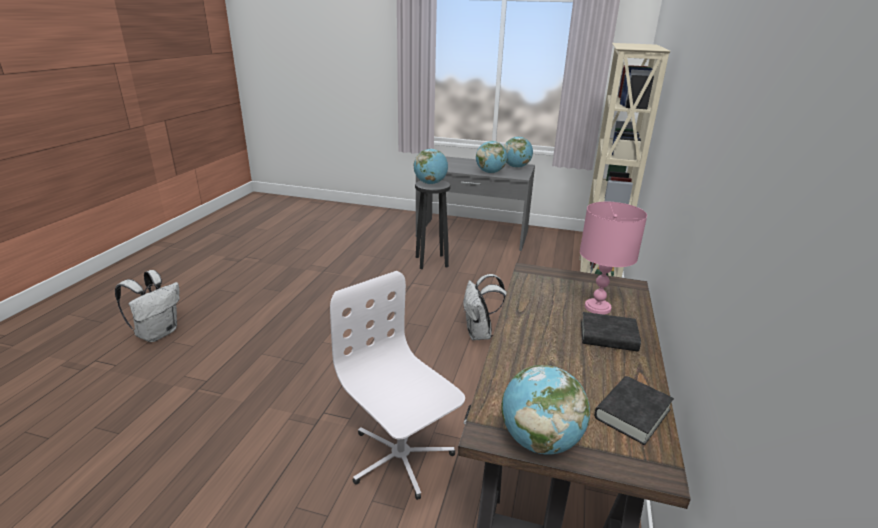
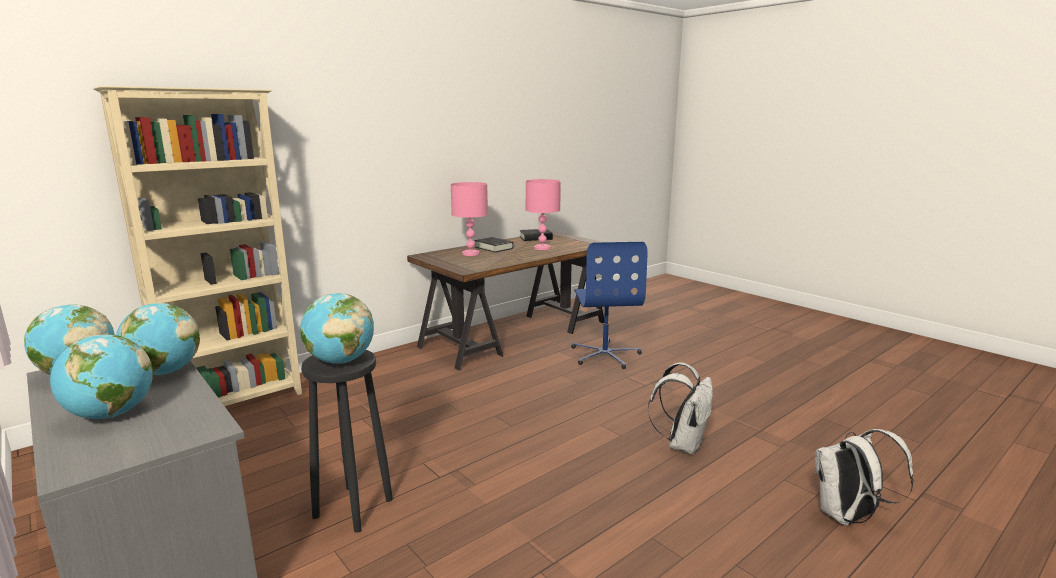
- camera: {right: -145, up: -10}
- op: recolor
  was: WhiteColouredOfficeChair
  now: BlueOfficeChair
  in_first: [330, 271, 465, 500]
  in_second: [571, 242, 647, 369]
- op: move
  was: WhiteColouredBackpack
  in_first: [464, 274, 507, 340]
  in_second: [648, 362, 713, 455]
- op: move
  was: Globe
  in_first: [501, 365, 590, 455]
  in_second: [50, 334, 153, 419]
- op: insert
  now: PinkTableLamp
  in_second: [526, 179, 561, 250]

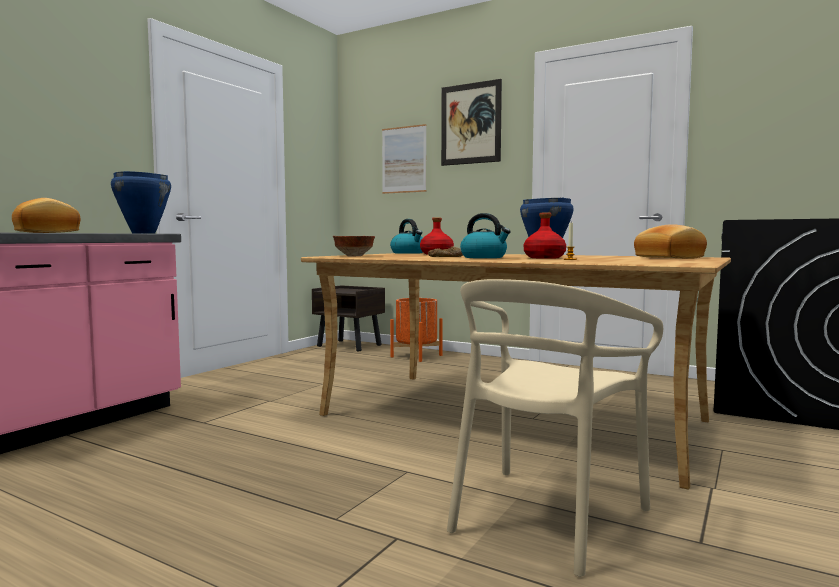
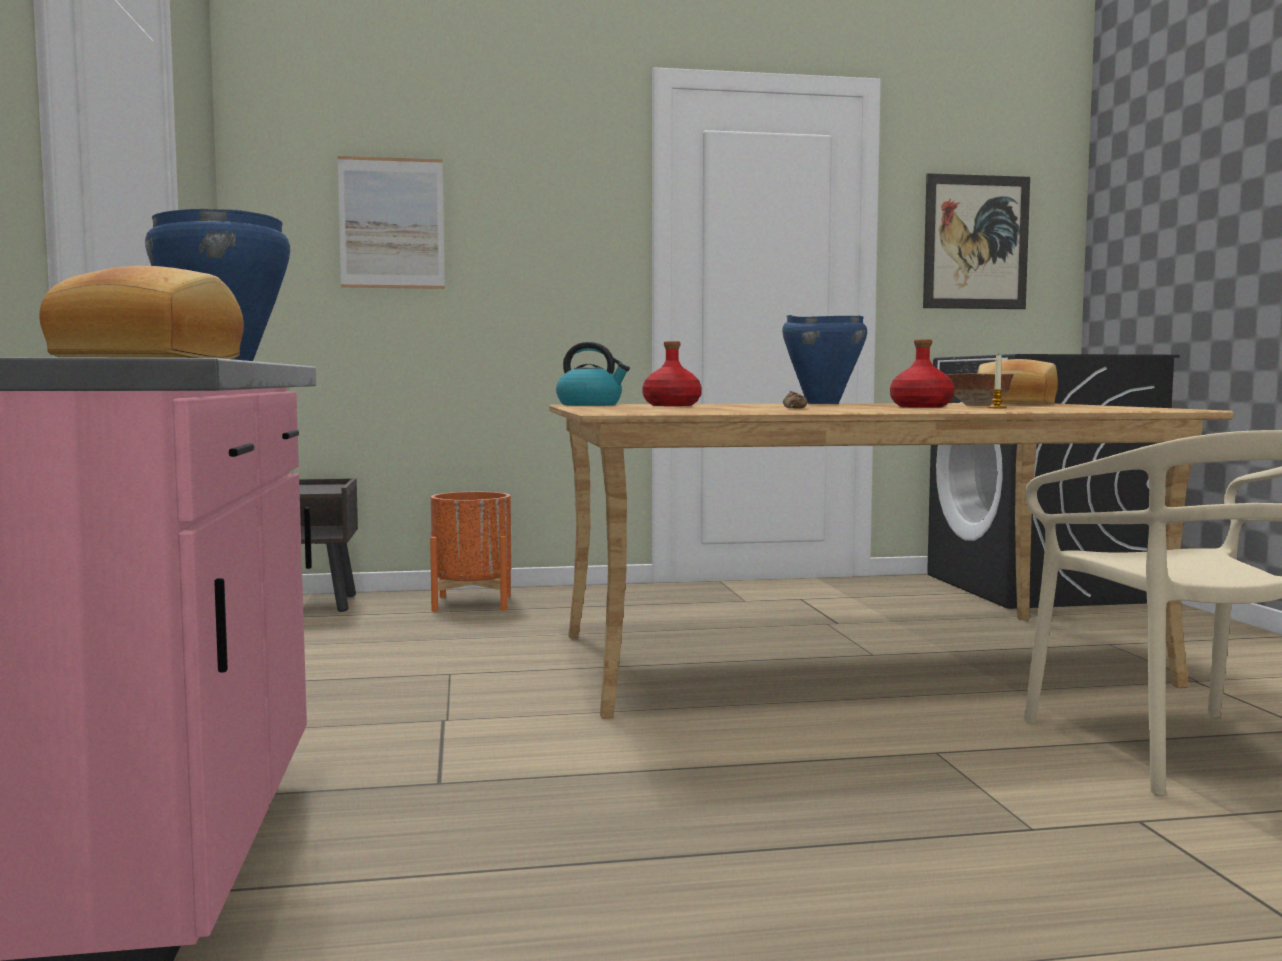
- camera: {right: -40, up: 0}
- op: move
  was: WallPicture
  in_first: [441, 79, 502, 166]
  in_second: [923, 173, 1030, 309]
- op: delete
  was: TeaKettle
  in_first: [460, 213, 511, 258]
- op: move
  was: Bowl
  in_first: [333, 236, 375, 256]
  in_second: [946, 373, 1014, 406]

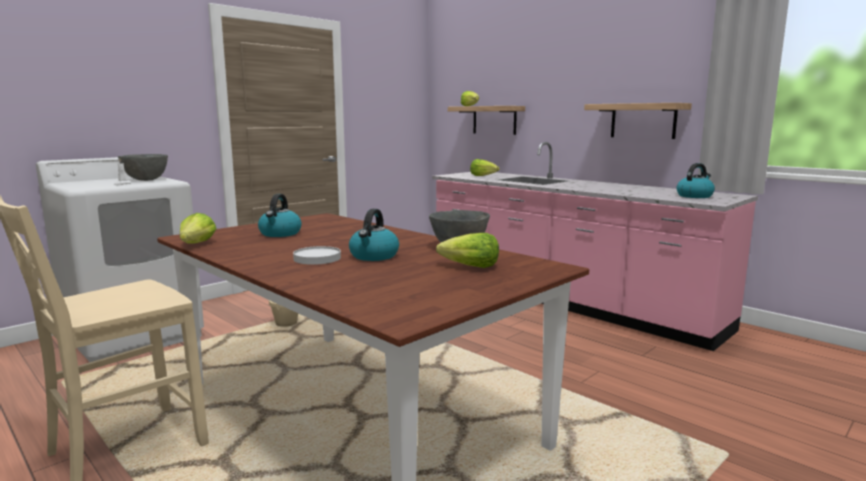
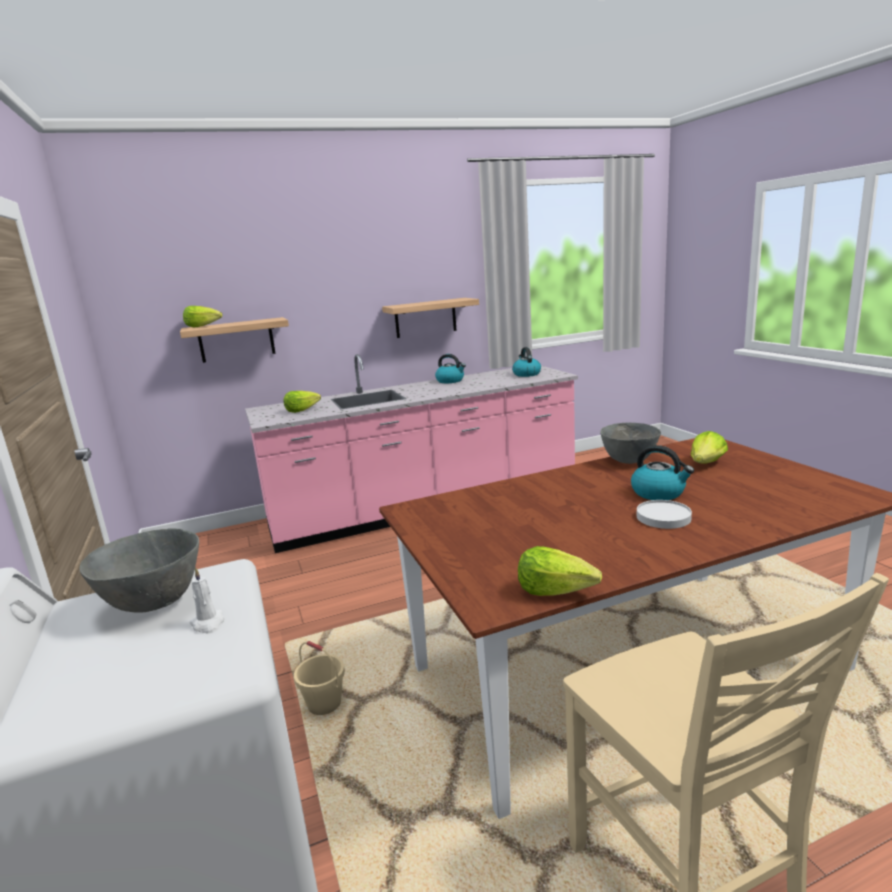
- camera: {right: -65, up: 5}
- op: move
  was: TeaKettle
  in_first: [258, 194, 302, 237]
  in_second: [435, 354, 466, 383]

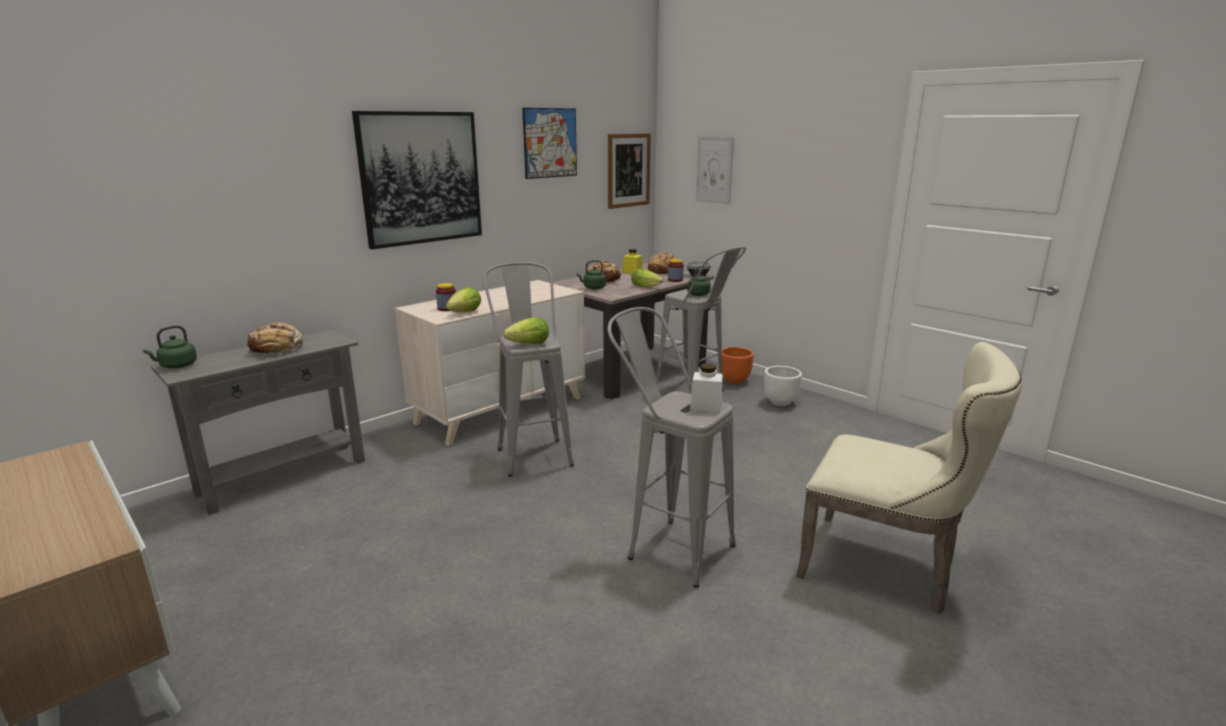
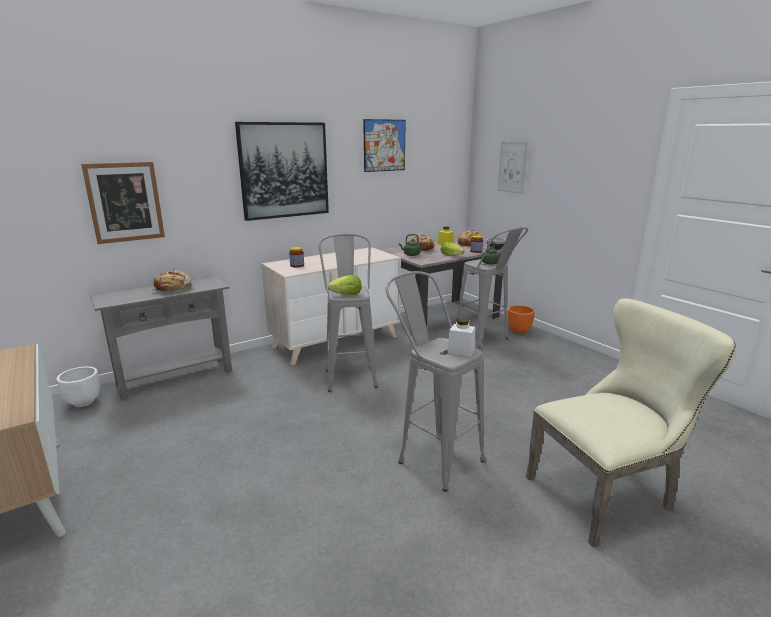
- camera: {right: 10, up: 0}
- op: move
  was: WallPicture
  in_first: [608, 133, 651, 209]
  in_second: [81, 162, 165, 244]
- op: delete
  was: HeadOfLettuce
  in_first: [446, 287, 481, 312]
- op: delete
  was: GreenColouredTeaKettle
  in_first: [143, 325, 197, 368]
- op: rotate
  was: SandColouredPlainChair
  in_first: [796, 342, 1022, 614]
  in_second: [526, 298, 736, 547]
  clockwise: -60
- op: move
  was: WhiteColouredPlanter
  in_first: [764, 366, 802, 406]
  in_second: [57, 366, 100, 407]

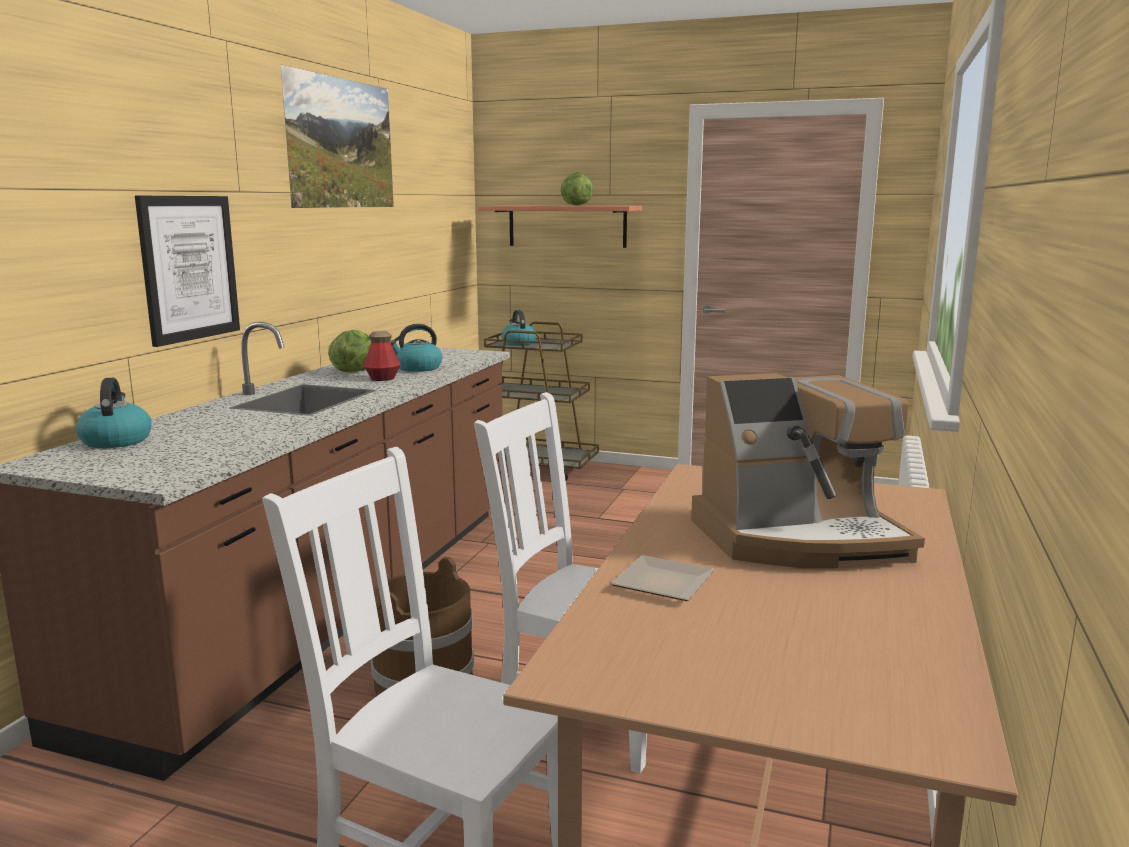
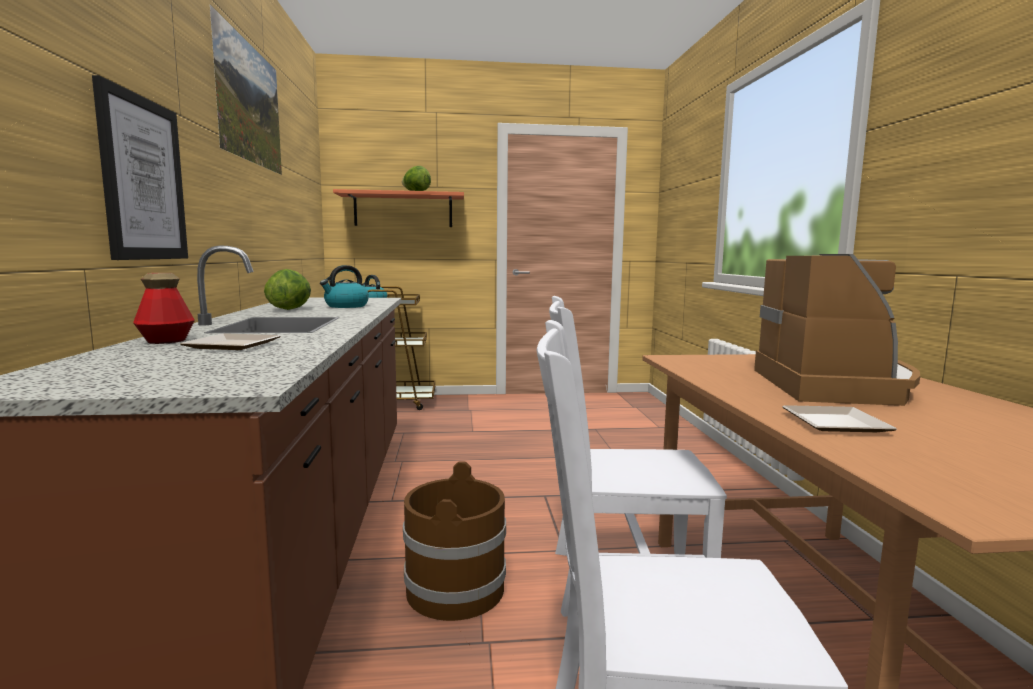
- camera: {right: -25, up: -5}
- op: move
  was: DrinkBottle
  in_first: [363, 331, 401, 381]
  in_second: [133, 273, 195, 344]
- op: rotate
  was: CoffeeMachine
  in_first: [691, 373, 925, 568]
  in_second: [754, 254, 920, 406]
  clockwise: -45
- op: delete
  was: TeaKettle
  in_first: [76, 378, 152, 448]
- op: insert
  now: DinnerPlate
  in_second: [180, 333, 281, 350]

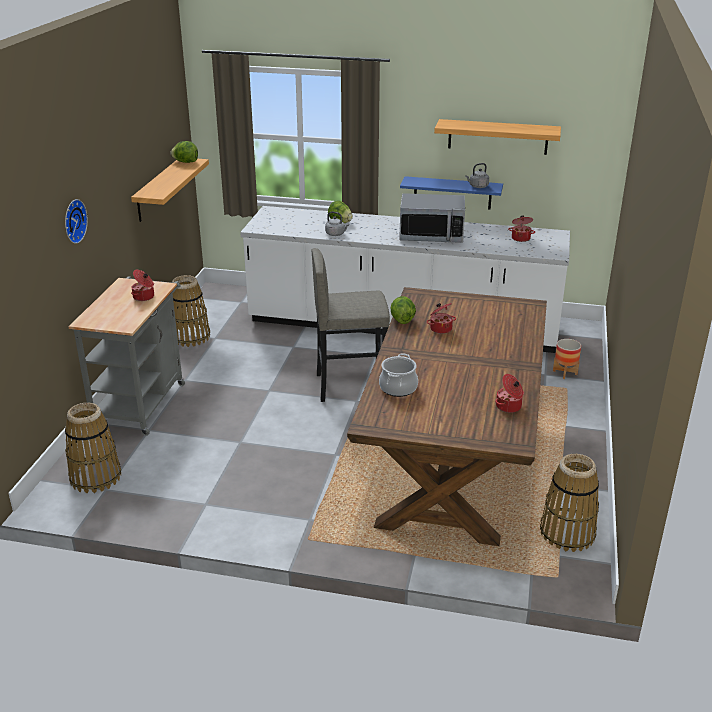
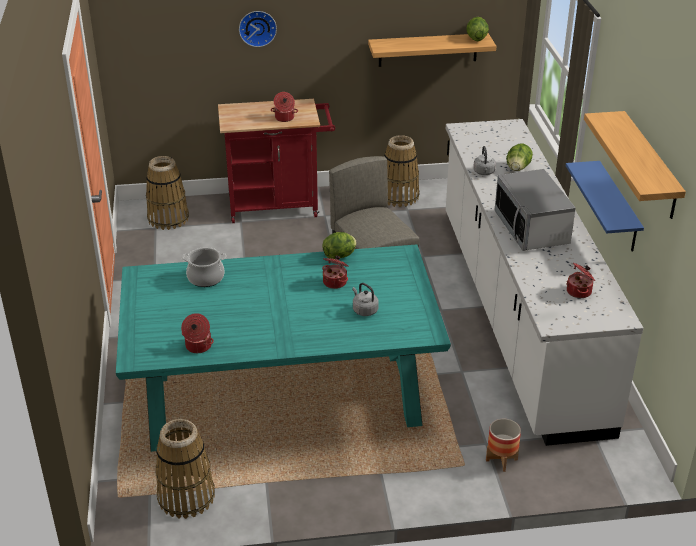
- camera: {right: 70, up: 5}
- op: move
  was: GreyishTeaKettle
  in_first: [465, 163, 489, 188]
  in_second: [352, 283, 379, 316]
- op: recolor
  was: GreyishCart
  now: ReddishCart
  in_first: [69, 276, 185, 436]
  in_second: [218, 99, 335, 223]
- op: recolor
  was: BrownColouredKitchenTable
  now: TurquoiseKitchenTable
  in_first: [347, 287, 547, 546]
  in_second: [116, 244, 451, 452]

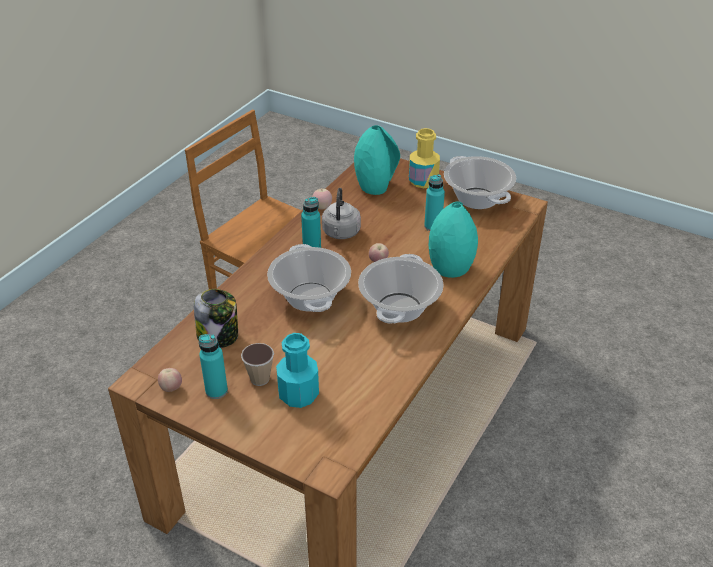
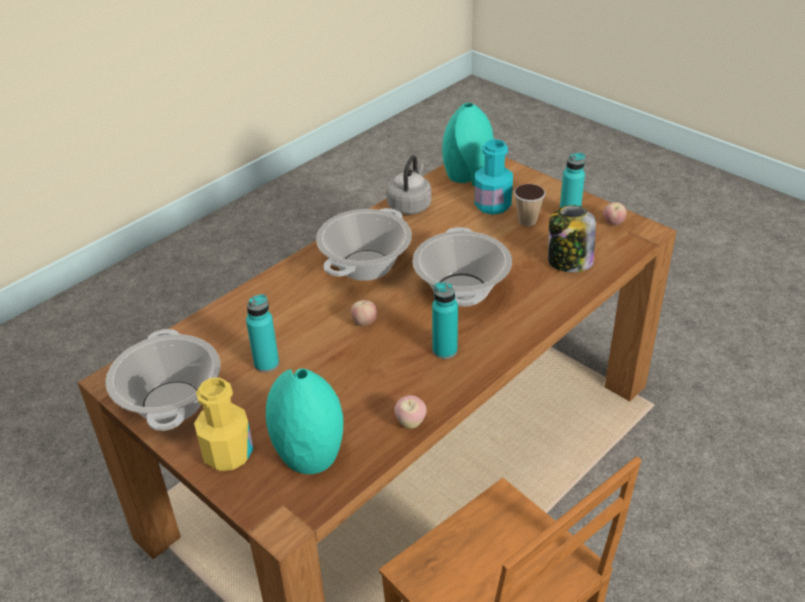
- camera: {right: -165, up: 0}
- op: move
  was: GreyishTeaKettle
  in_first: [322, 188, 361, 239]
  in_second: [386, 155, 432, 215]
- op: move
  was: TurquoiseFlowerVase
  in_first: [429, 201, 478, 278]
  in_second: [442, 103, 494, 186]

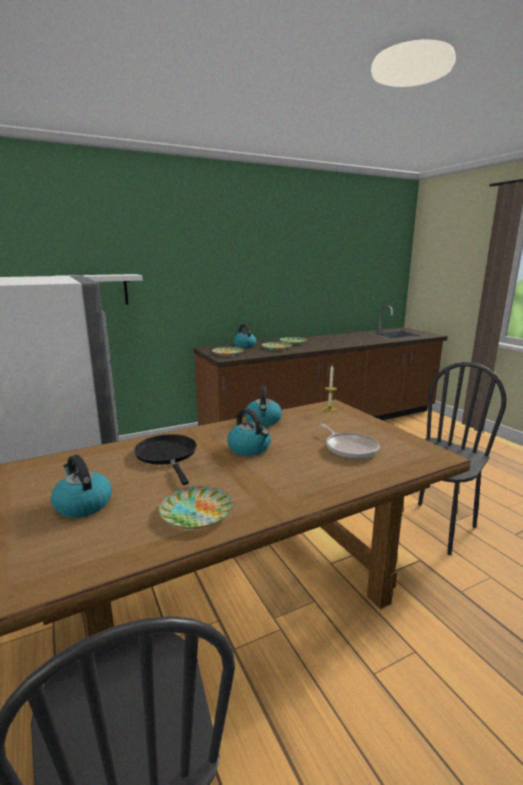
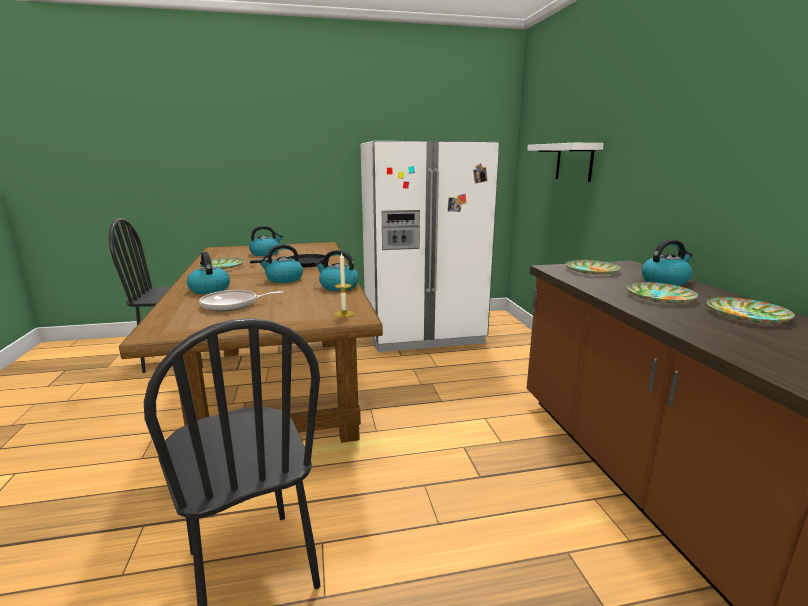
- camera: {right: 105, up: 0}
- op: insert
  now: TeaKettle
  in_second: [187, 252, 230, 294]

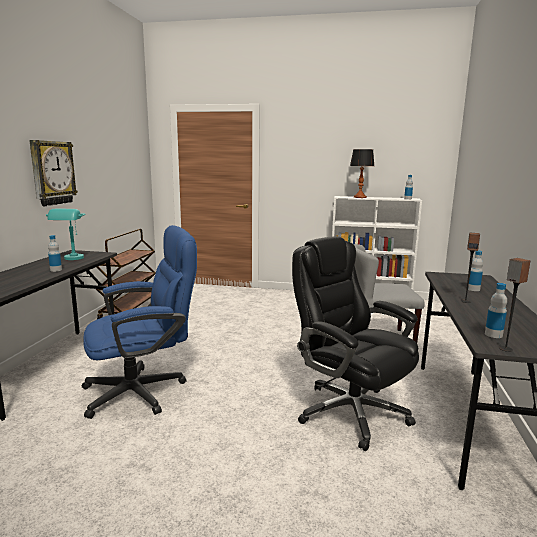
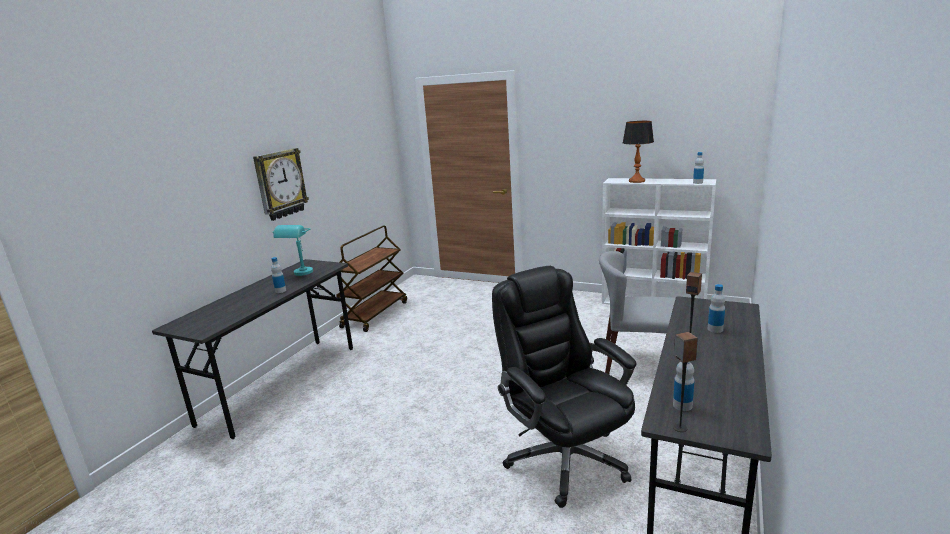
- camera: {right: 15, up: 5}
- op: delete
  was: BlueOfficeChair
  in_first: [82, 225, 197, 419]

